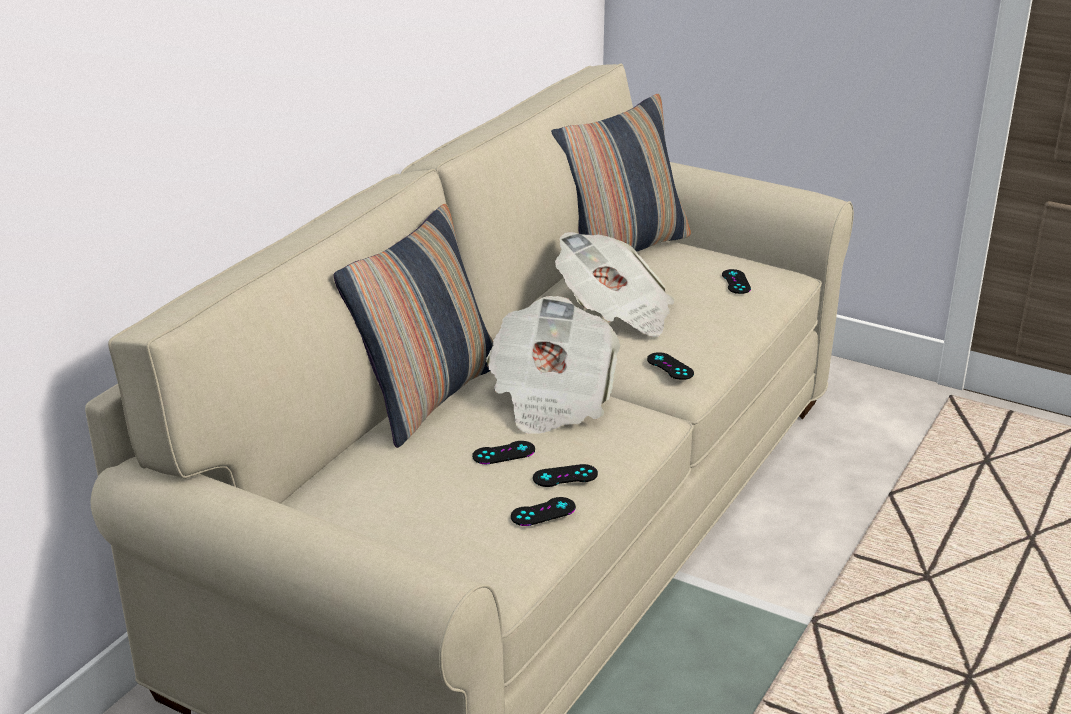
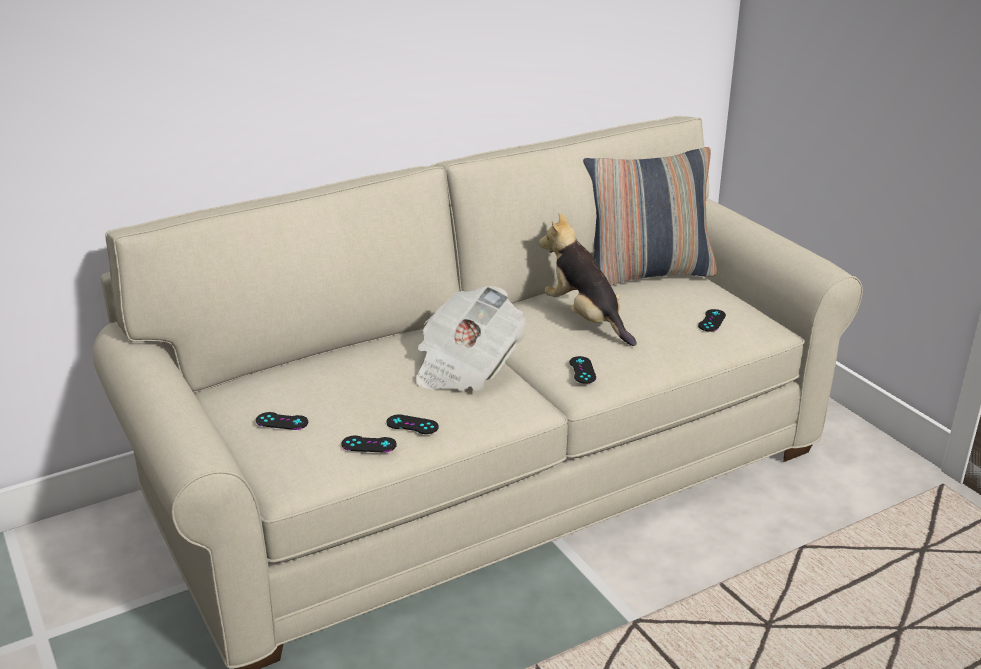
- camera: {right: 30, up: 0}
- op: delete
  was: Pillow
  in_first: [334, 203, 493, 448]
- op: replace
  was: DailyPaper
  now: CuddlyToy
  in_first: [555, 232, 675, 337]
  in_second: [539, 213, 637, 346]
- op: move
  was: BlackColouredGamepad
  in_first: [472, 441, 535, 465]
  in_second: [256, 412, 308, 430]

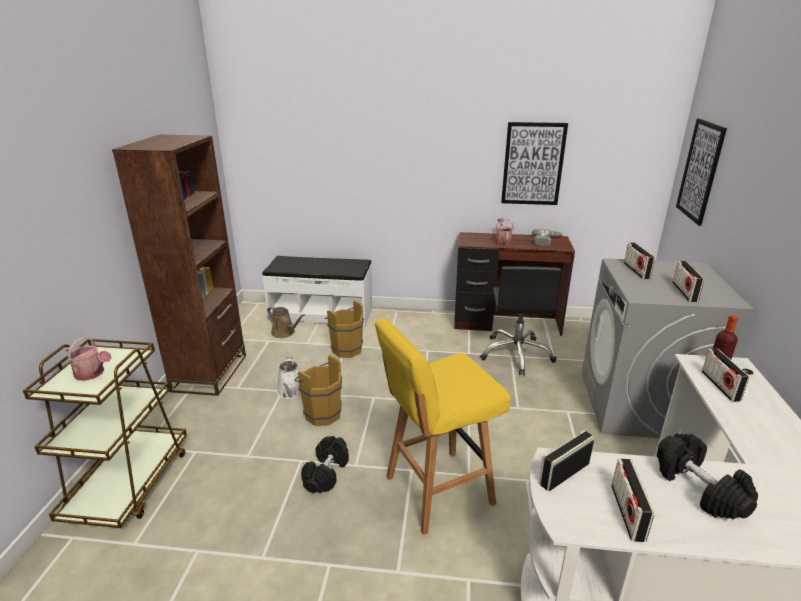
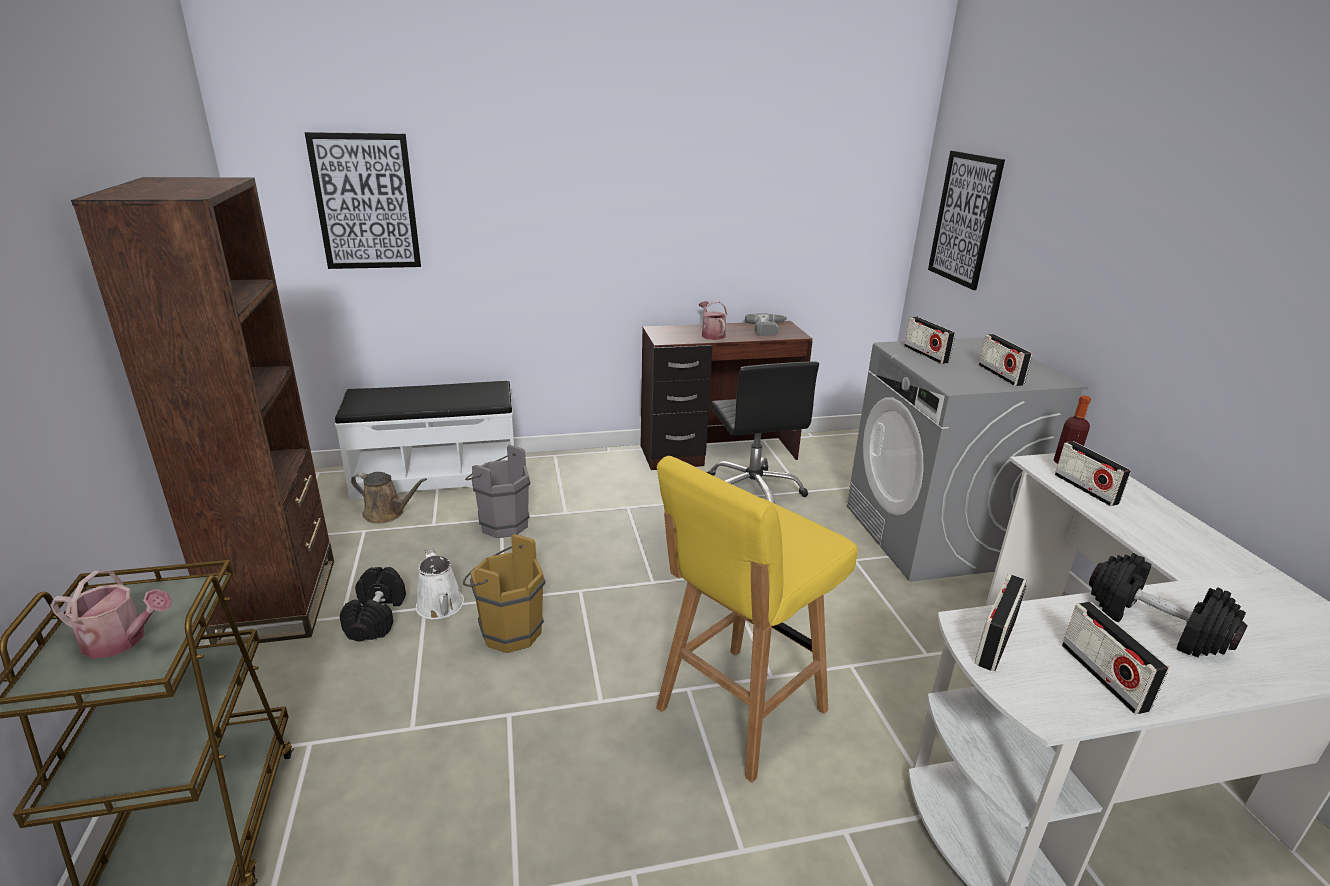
- camera: {right: -20, up: 0}
- op: move
  was: WallPicture
  in_first: [501, 122, 568, 205]
  in_second: [305, 132, 421, 269]
- op: recolor
  was: BrownColouredWaterBucket
  now: GreyishWaterBucket
  in_first: [325, 300, 364, 358]
  in_second: [465, 445, 530, 538]
- op: move
  was: BlackColouredHandWeight
  in_first: [301, 436, 349, 493]
  in_second: [340, 567, 406, 642]

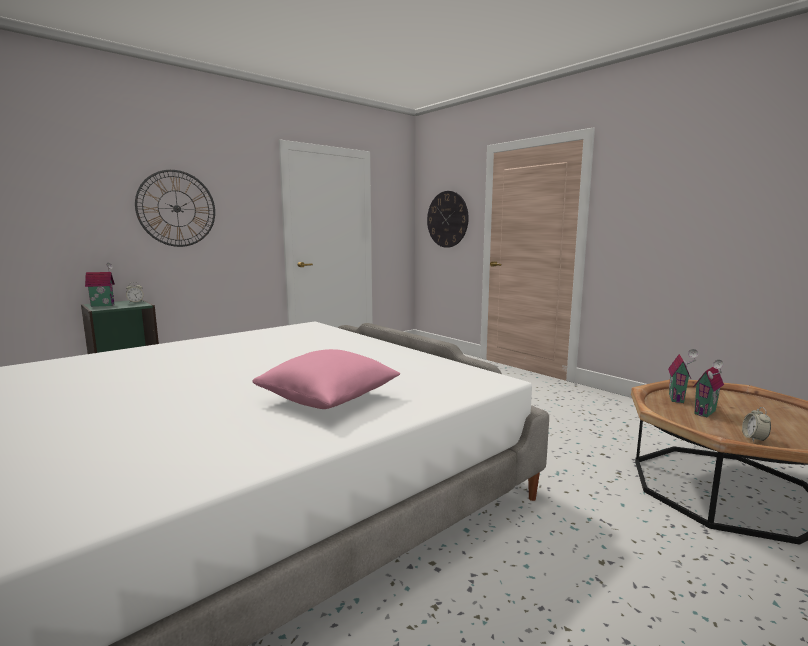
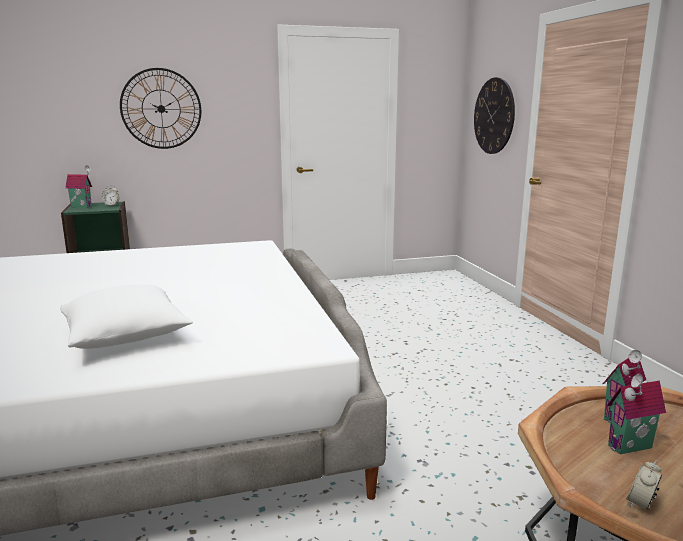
- camera: {right: 25, up: 5}
- op: recolor
  was: PinkPillow
  now: WhiteColouredPillow
  in_first: [252, 349, 400, 409]
  in_second: [60, 284, 193, 349]

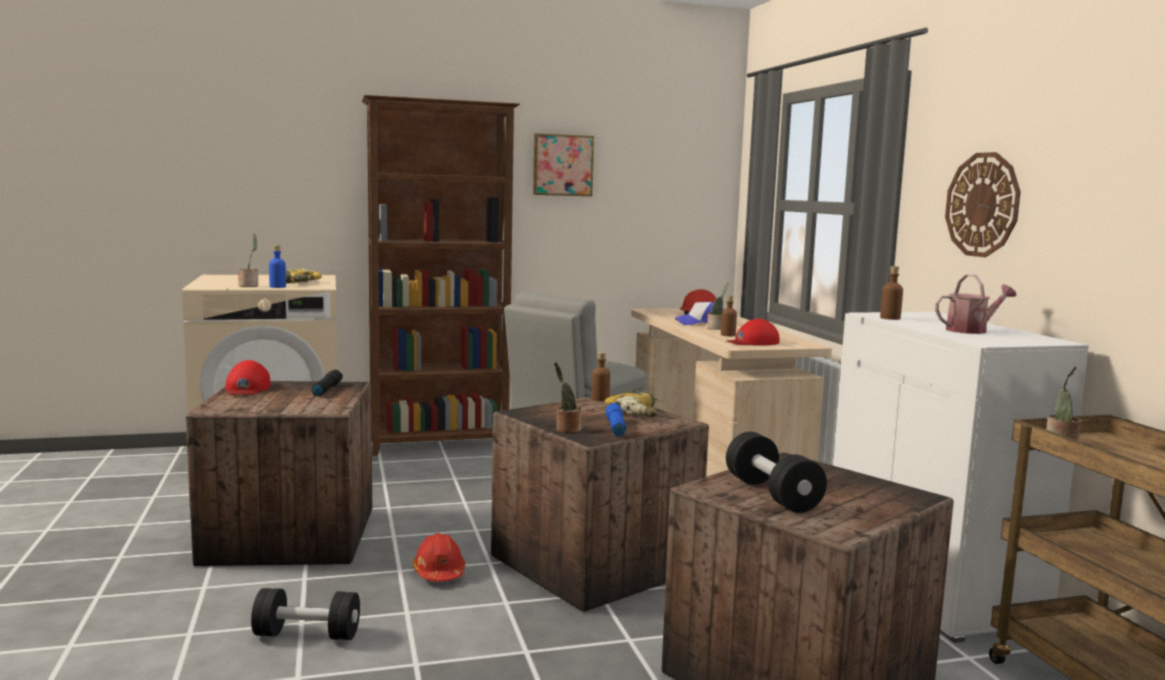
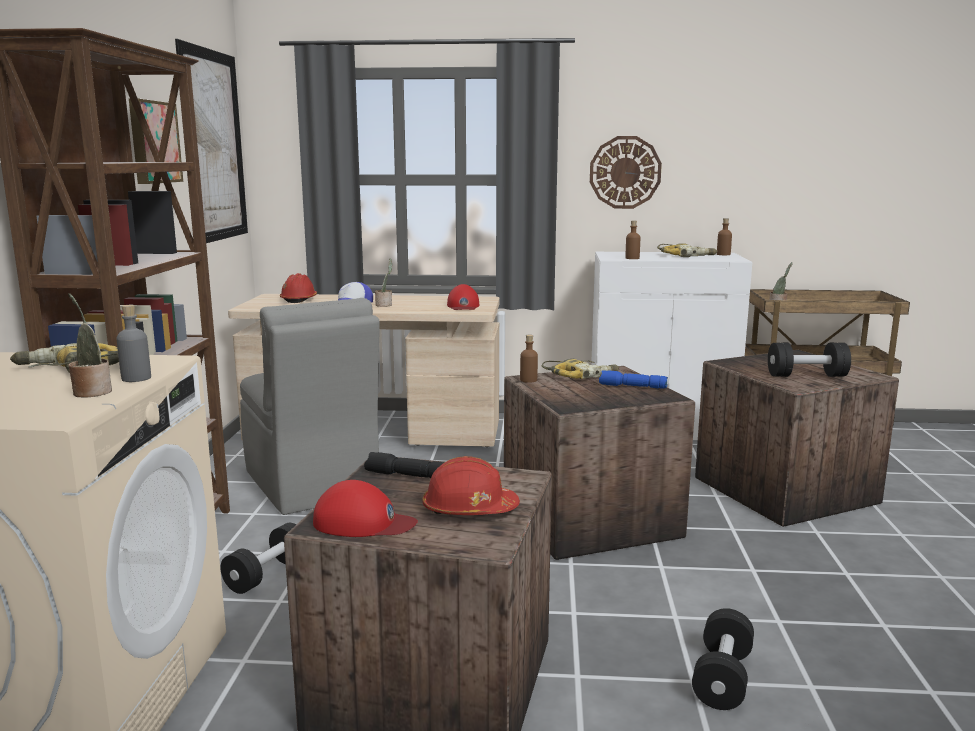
- camera: {right: -70, up: 5}
- op: recolor
  was: BlueDrinkBottle
  now: GreyishDrinkBottle
  in_first: [269, 245, 286, 288]
  in_second: [117, 305, 151, 382]
- op: replace
  was: SprinklingCan
  now: PowerDrill
  in_first: [935, 274, 1017, 334]
  in_second: [657, 243, 718, 257]
- op: move
  was: BrownColouredDrinkBottle
  in_first: [721, 296, 737, 336]
  in_second: [717, 218, 732, 255]
- op: delete
  was: Houseplant
  in_first: [554, 362, 581, 433]
- op: move
  was: ReddishWorkHelmet
  in_first: [413, 533, 465, 582]
  in_second: [422, 456, 520, 515]
- op: insert
  now: WallPicture
  in_second: [175, 39, 248, 243]
- op: insert
  now: BlackColouredHandWeight
  in_second: [220, 523, 296, 594]

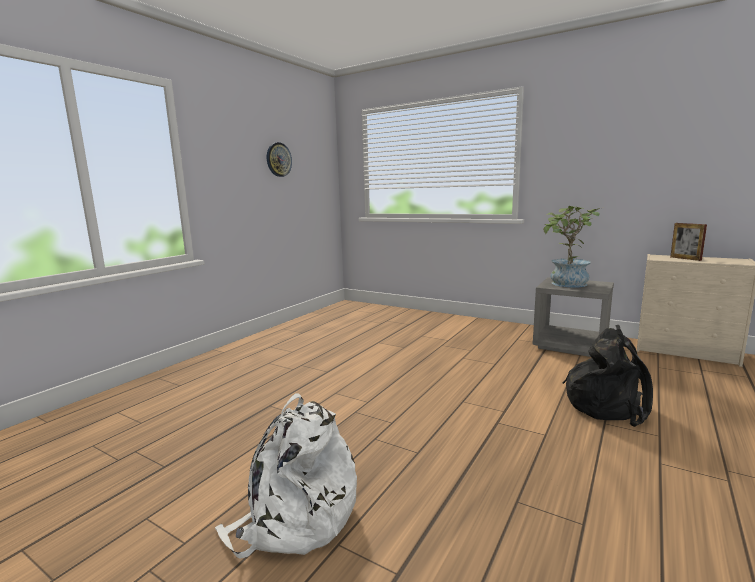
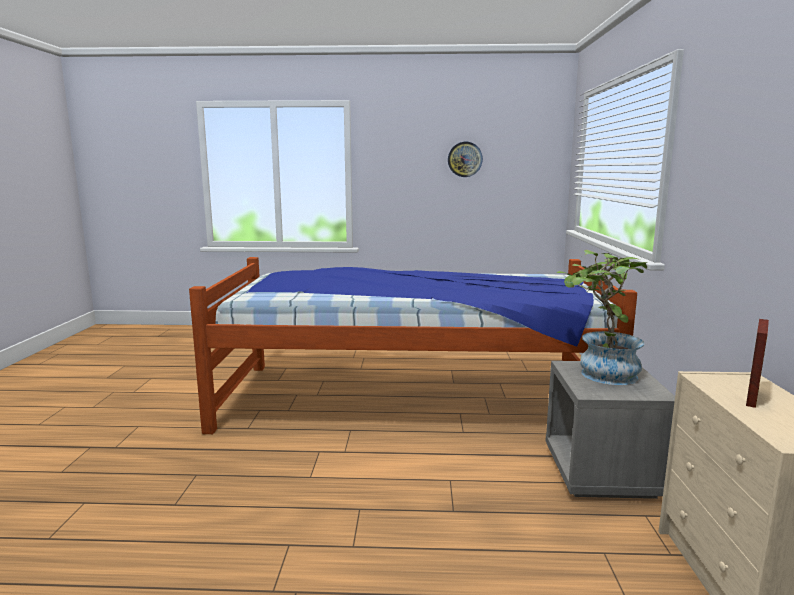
- camera: {right: 60, up: 0}
- op: delete
  was: BlackColouredBackpack
  in_first: [562, 325, 653, 427]
- op: delete
  was: WhiteColouredBackpack
  in_first: [215, 393, 357, 558]
- op: insert
  now: Bed
  in_second: [189, 257, 637, 434]

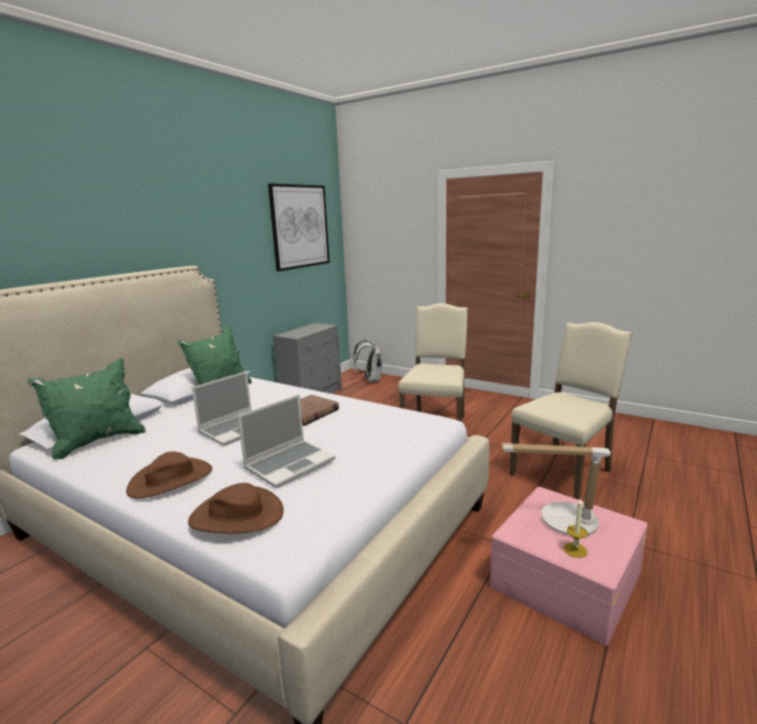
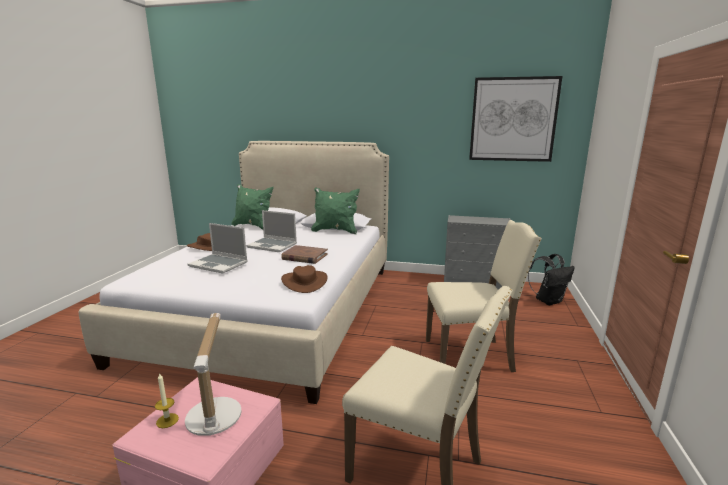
- camera: {right: 70, up: 0}
- op: recolor
  was: WhiteColouredBackpack
  now: BlackColouredBackpack
  in_first: [353, 340, 383, 382]
  in_second: [528, 254, 575, 305]
- op: move
  was: BrownColouredWearableHat
  in_first: [188, 483, 284, 533]
  in_second: [281, 265, 328, 293]

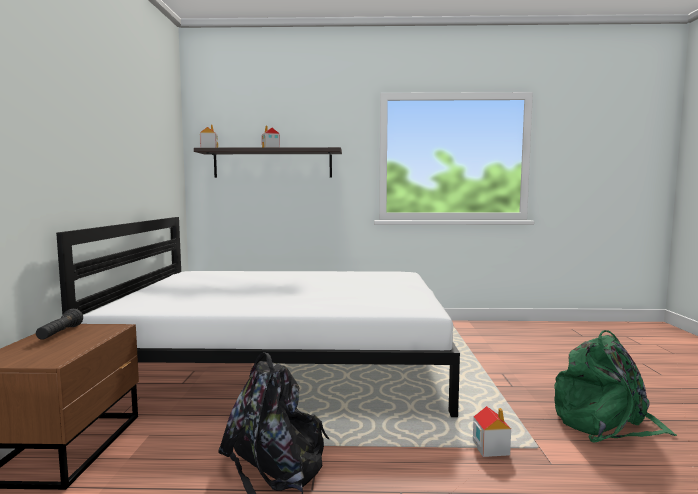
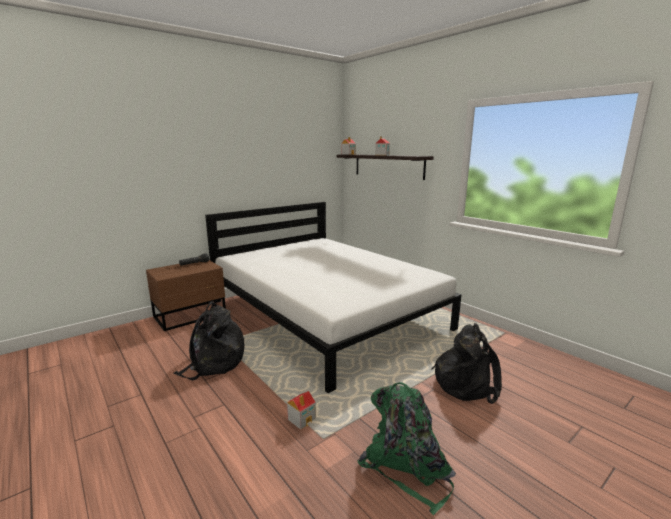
- camera: {right: 50, up: 10}
- op: insert
  now: BlackColouredBackpack
  in_second: [431, 323, 502, 404]

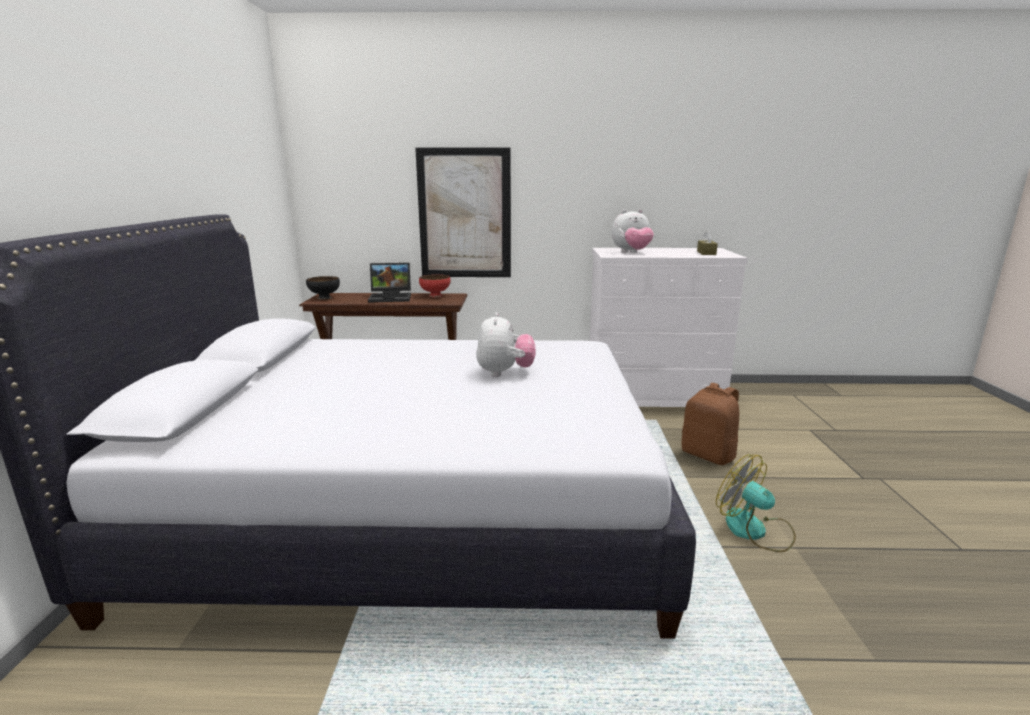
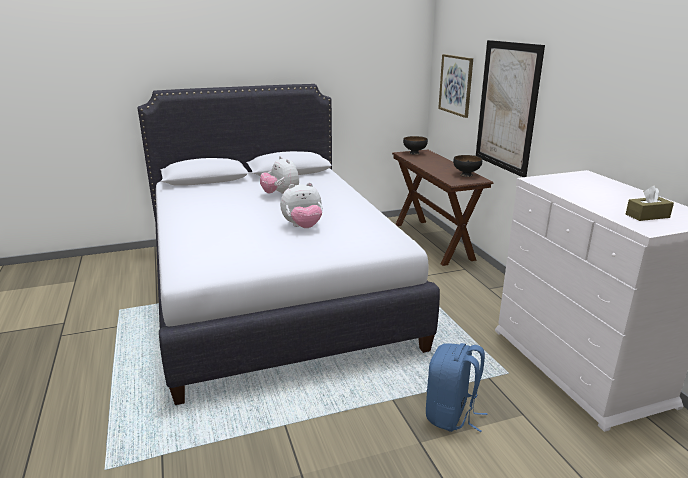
- camera: {right: 70, up: 5}
- op: move
  was: CuddlyToy
  in_first: [612, 210, 654, 253]
  in_second: [260, 156, 299, 194]
- op: delete
  was: PortableComputer
  in_first: [368, 263, 411, 303]
- op: recolor
  was: ReddishBowl
  now: BlackColouredBowl
  in_first: [419, 274, 450, 298]
  in_second: [453, 155, 482, 177]
- op: recolor
  was: BrownColouredBackpack
  now: BlueBackpack
  in_first: [682, 383, 739, 465]
  in_second: [426, 343, 488, 432]
- op: delete
  was: ElectricFan
  in_first: [716, 454, 796, 552]
- op: insert
  now: WallPicture
  in_second: [438, 54, 473, 118]

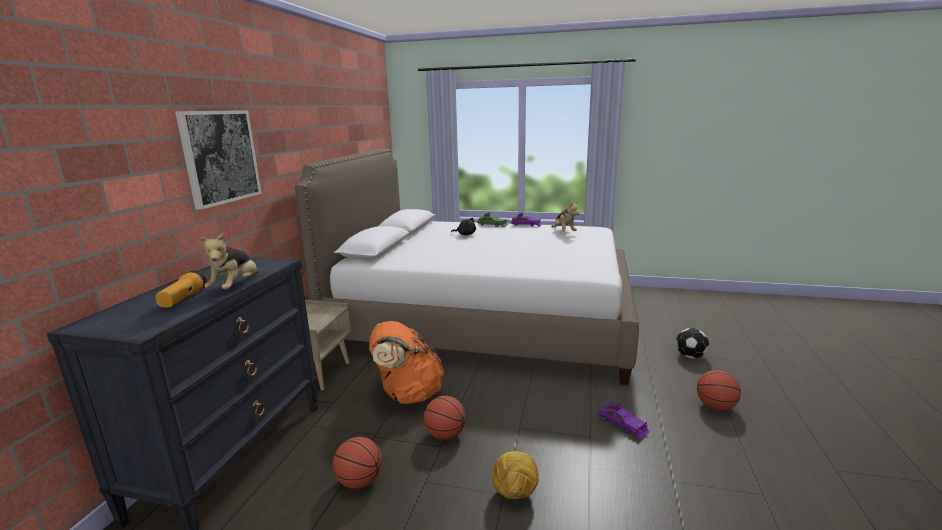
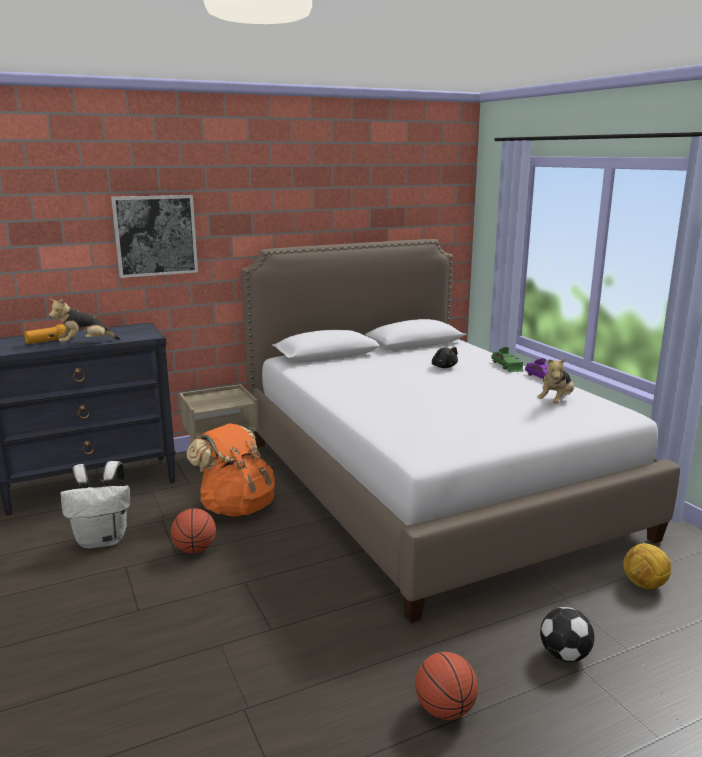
- camera: {right: 50, up: 0}
- op: delete
  was: PurplishModelCar
  in_first: [599, 402, 650, 439]
- op: replace
  was: Basketball
  now: WhiteColouredBackpack
  in_first: [333, 437, 382, 489]
  in_second: [60, 461, 130, 549]
- op: move
  was: FootballBall
  in_first: [492, 451, 539, 499]
  in_second: [623, 543, 671, 589]

